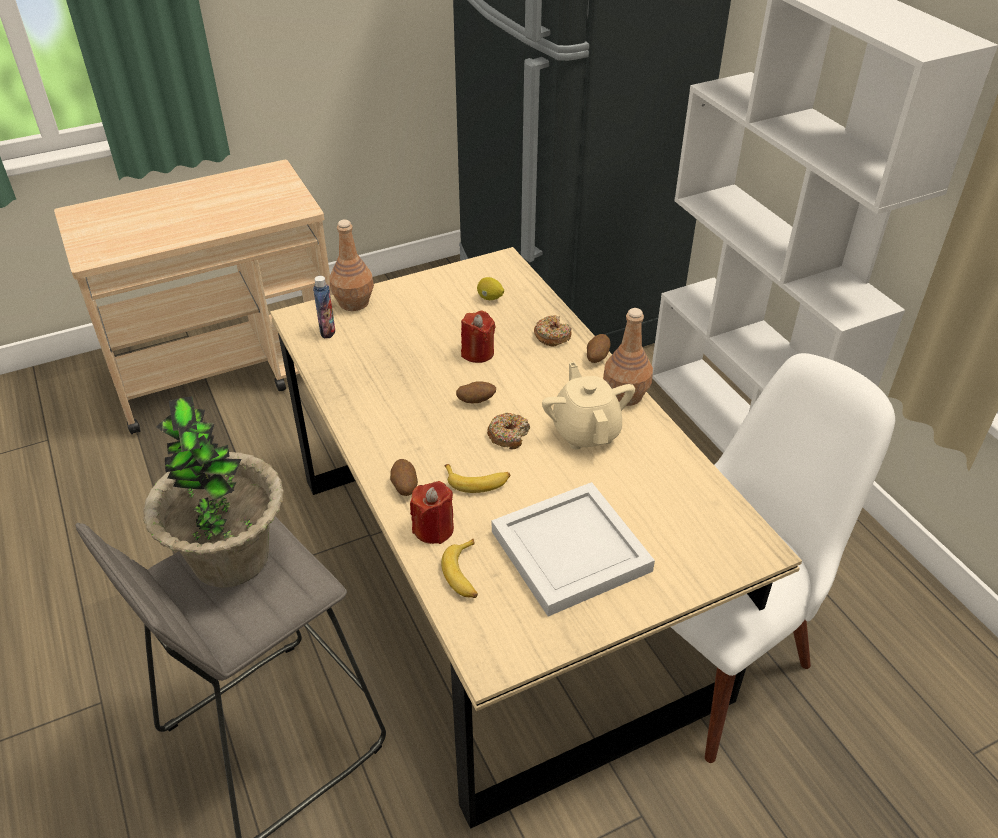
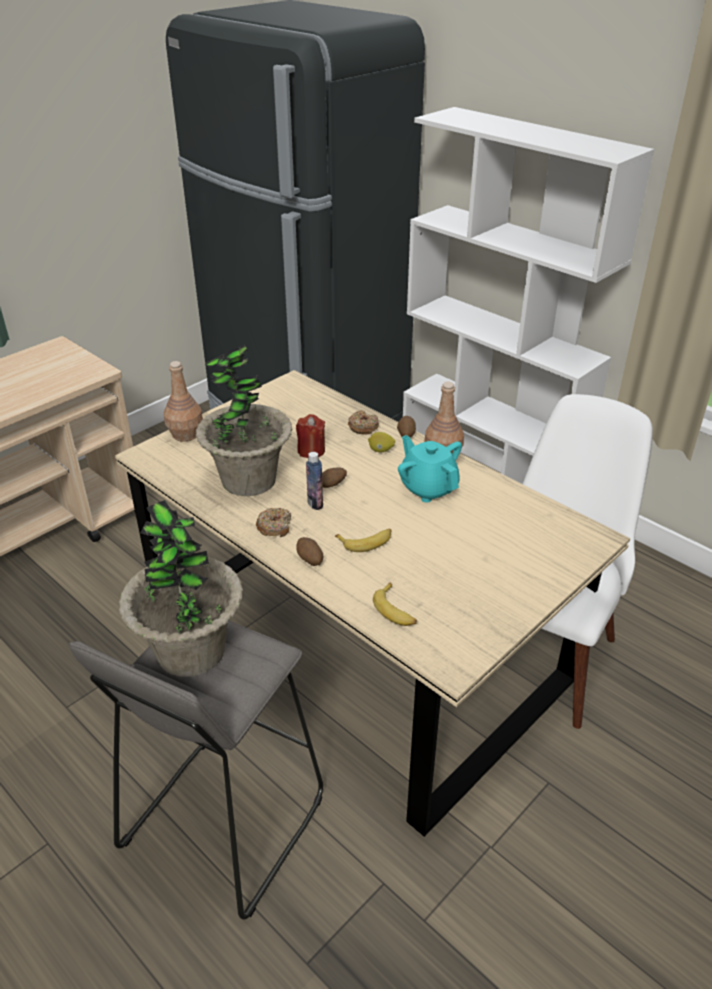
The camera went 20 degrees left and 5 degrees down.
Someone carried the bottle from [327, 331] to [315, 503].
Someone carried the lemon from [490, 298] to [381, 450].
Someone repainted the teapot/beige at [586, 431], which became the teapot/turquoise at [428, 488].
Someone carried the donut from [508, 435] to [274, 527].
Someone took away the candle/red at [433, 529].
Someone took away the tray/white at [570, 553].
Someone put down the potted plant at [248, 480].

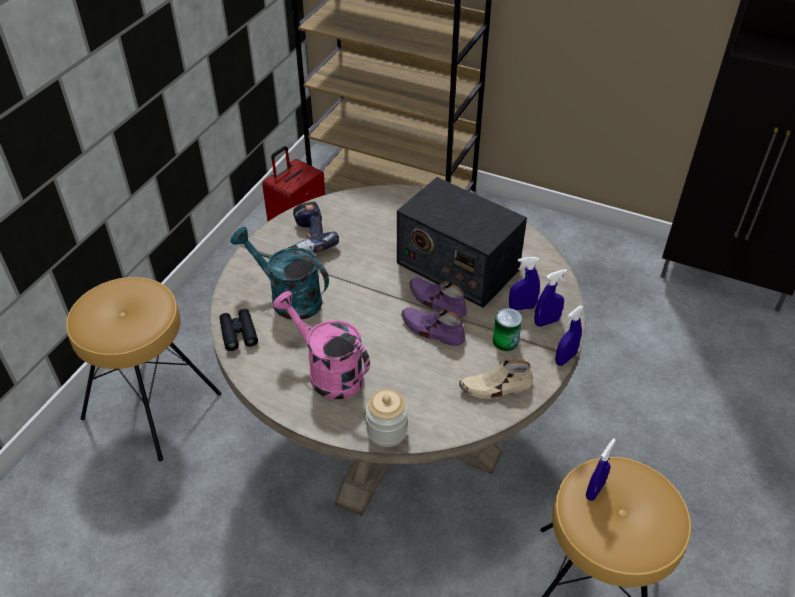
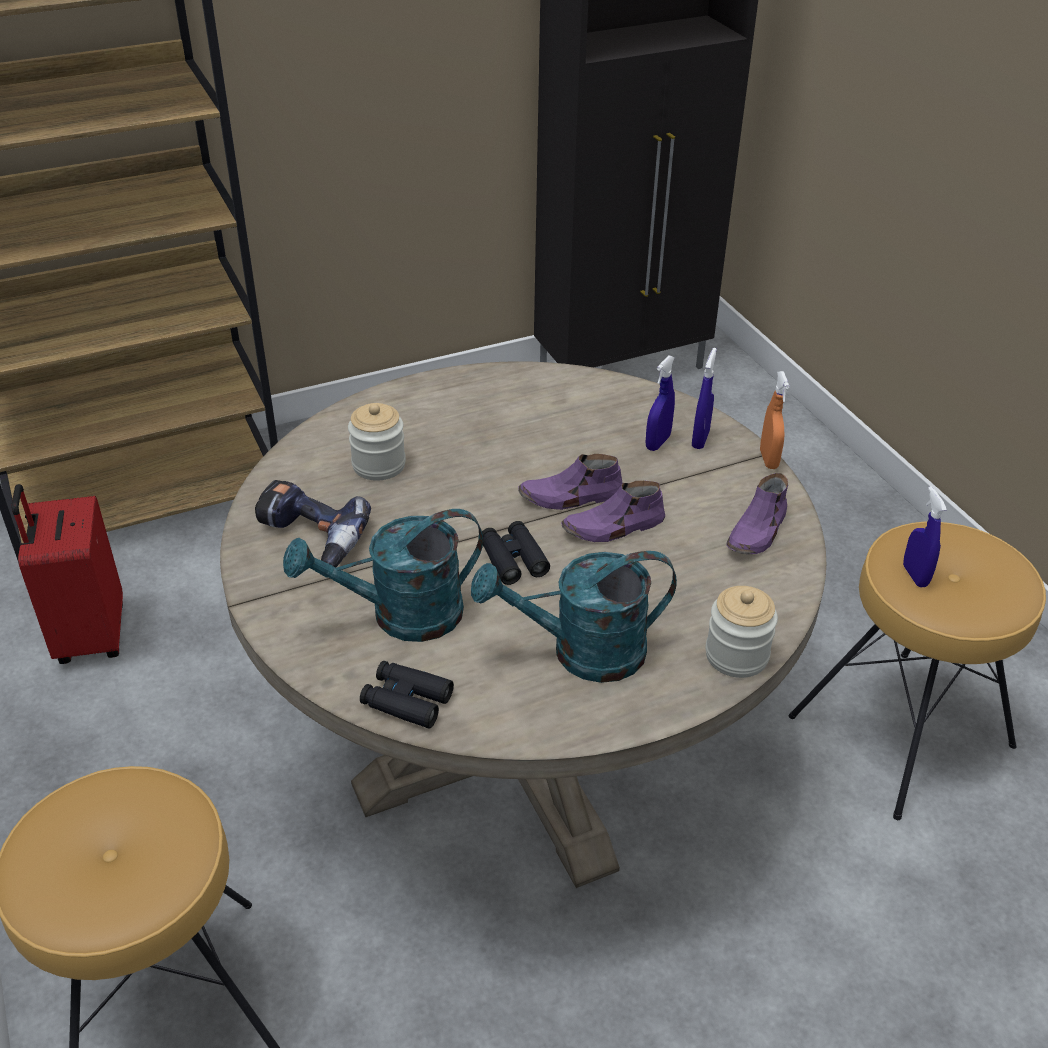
The camera went 50 degrees left and 5 degrees down.
Someone took away the radio at [457, 266].
Someone repainted the watering can/pink at [328, 372], which became the watering can/turquoise at [581, 653].
Someone repainted the spray bottle/blue at [565, 358], which became the spray bottle/orange at [768, 459].
Someone took away the can at [505, 341].
Someone repainted the shoe/beige at [496, 387], which became the shoe/purple at [758, 531].
Someone put down the jar at [379, 465].
Someone put down the binoculars/black at [513, 559].

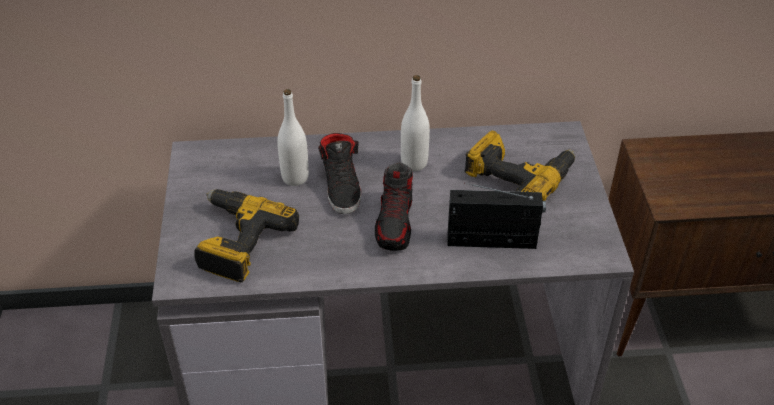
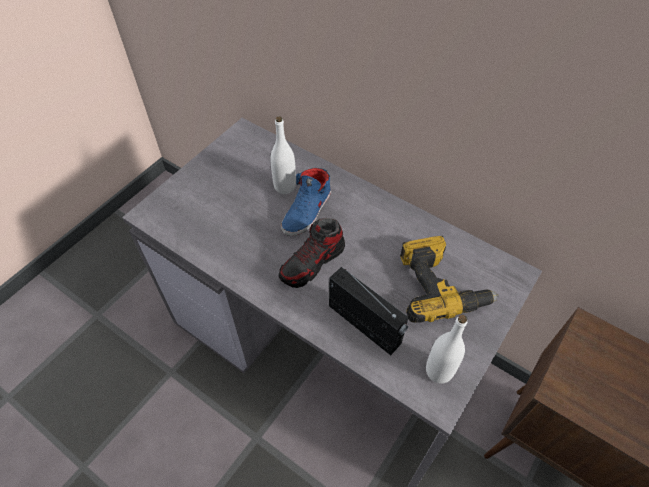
The camera went 40 degrees right and 10 degrees up.
Someone carried the bottle/white from [414, 163] to [439, 371].
Someone repainted the shoe/black at [342, 185], which became the shoe/blue at [307, 211].
Someone took away the power drill at [237, 242].

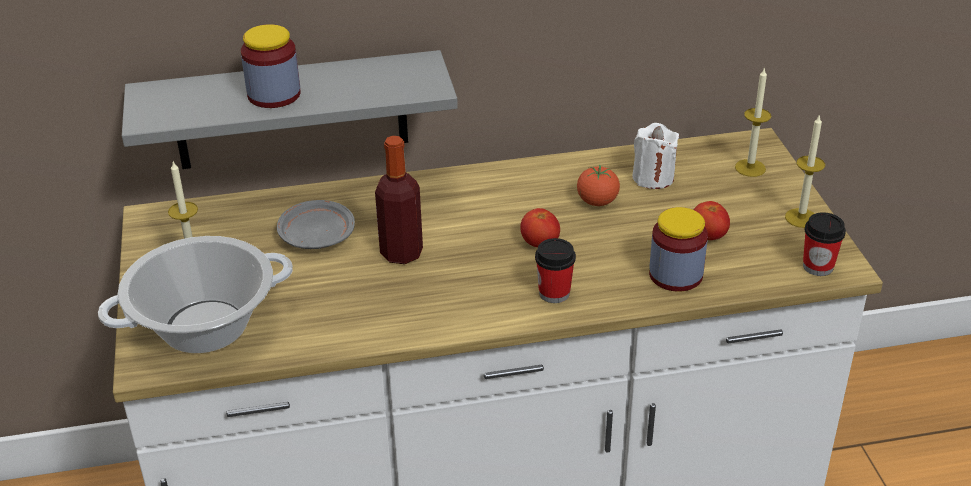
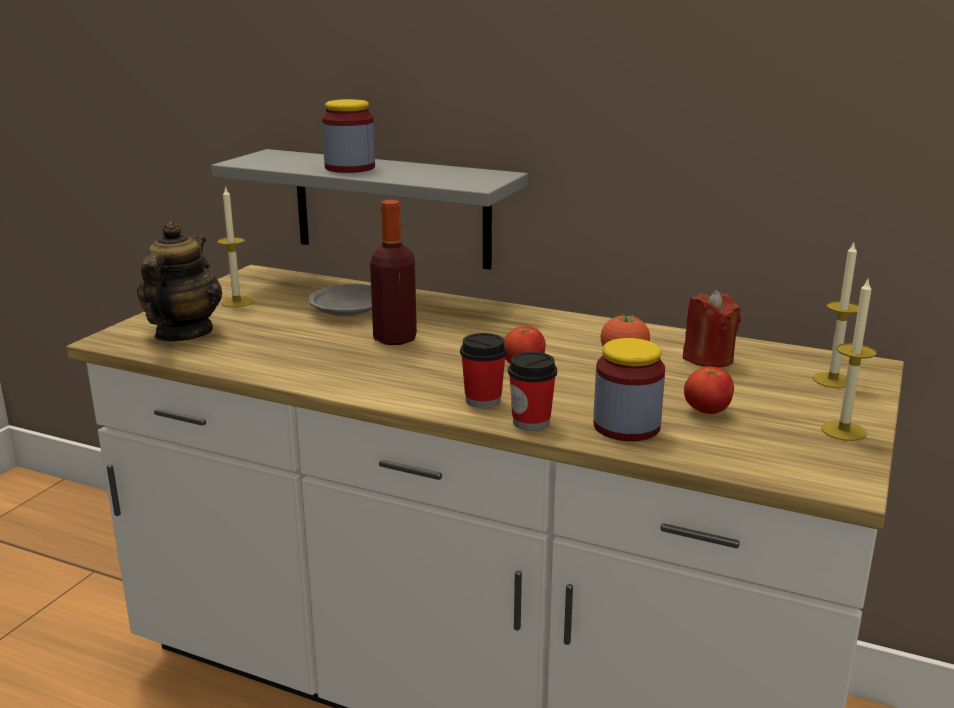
The camera went 35 degrees right and 15 degrees down.
Someone repainted the candle/white at [653, 178], which became the candle/red at [708, 358].
Someone carried the cup from [818, 266] to [531, 422].
Someone swapped the cooking pot at [205, 327] for the teapot at [183, 333].

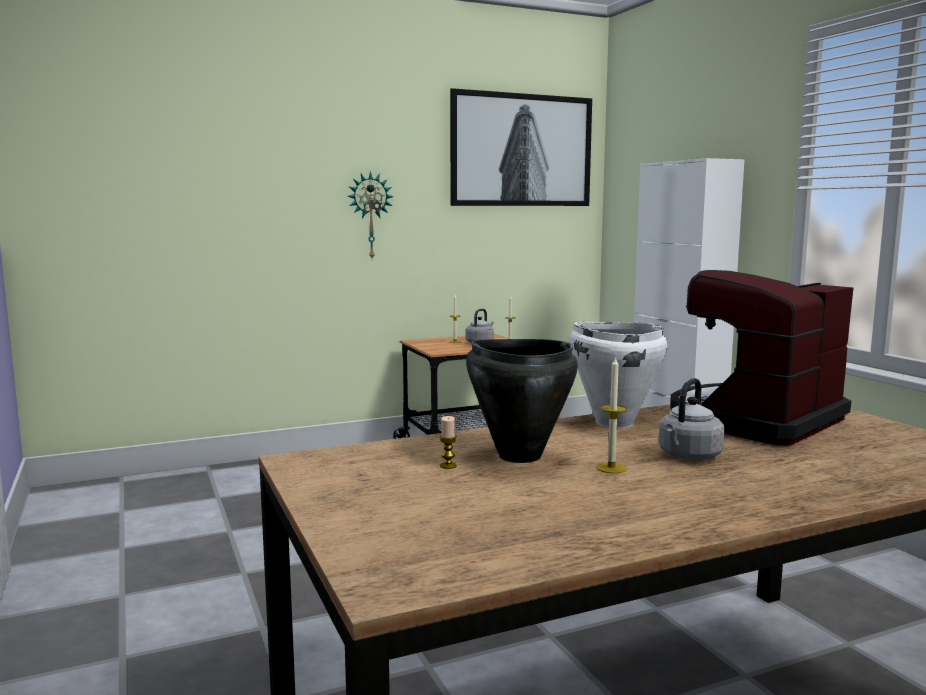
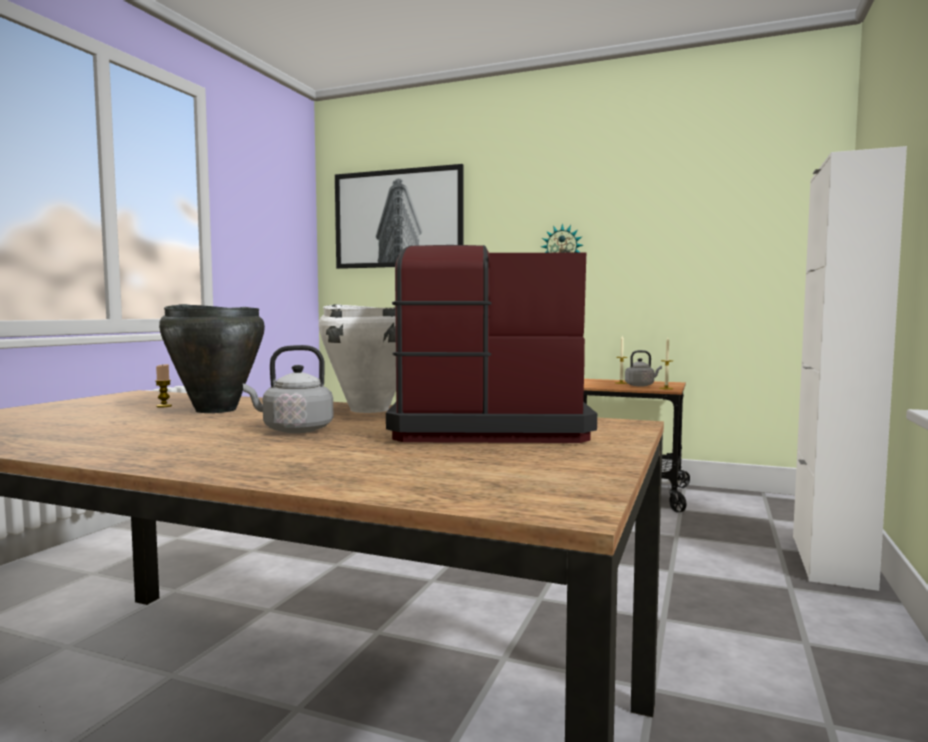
The camera went 45 degrees right and 5 degrees down.
Someone carried the picture from [521, 150] to [398, 219].
Someone took away the candle at [611, 468].

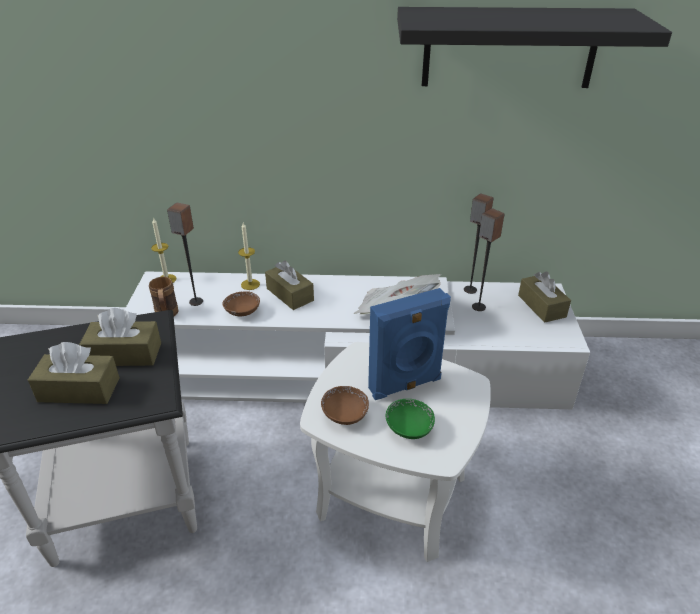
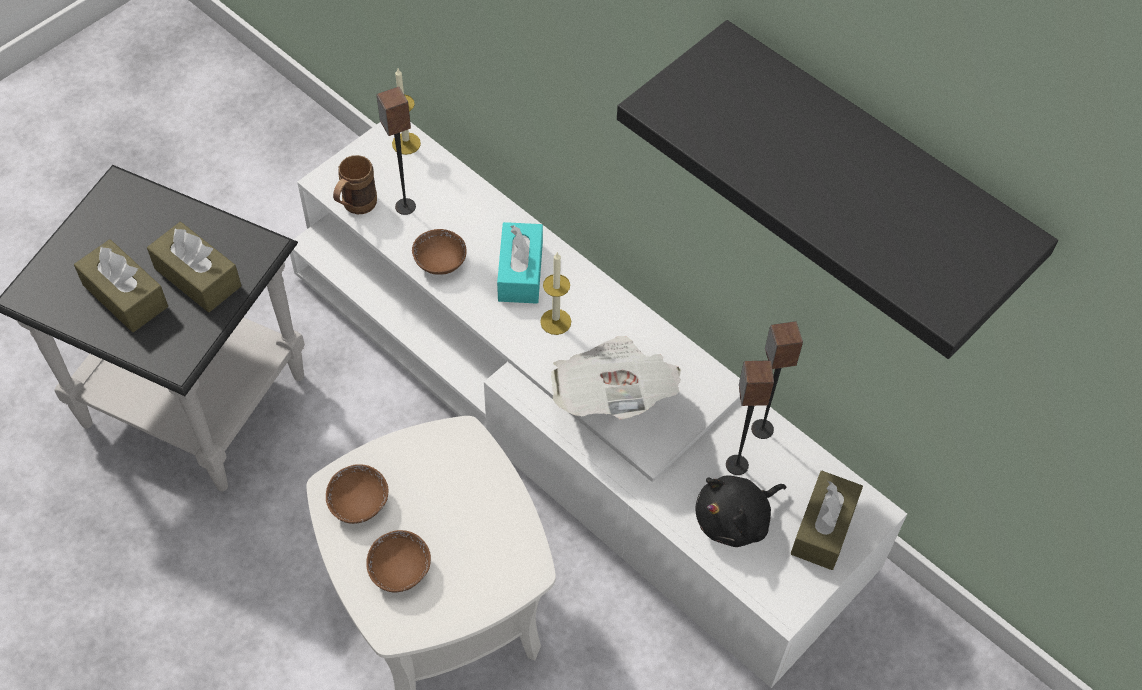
The camera went 40 degrees right and 20 degrees up.
Someone carried the candle from [250, 284] to [555, 322].
Someone repainted the tissue box/brown at [290, 294], which became the tissue box/turquoise at [520, 272].
Someone took away the speaker/blue at [405, 385].
Someone repainted the bowl/green at [409, 428], which became the bowl/brown at [400, 570].
Someone put down the plush toy/black at [735, 519].

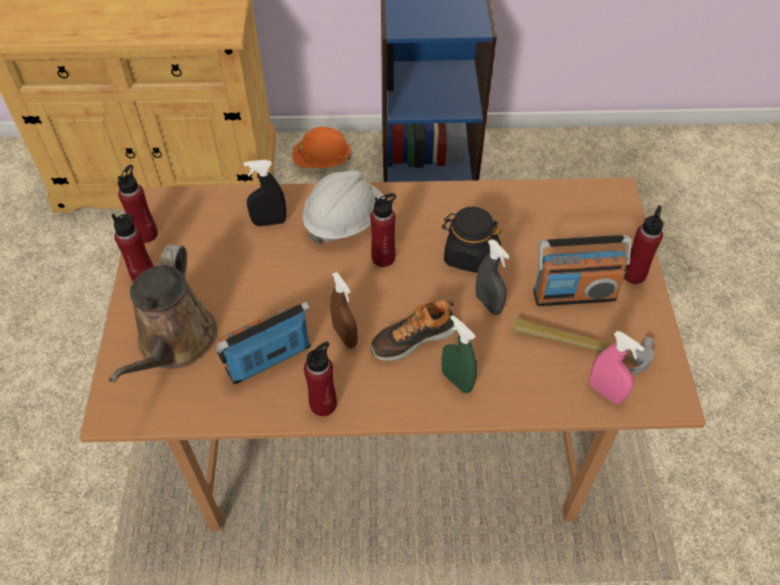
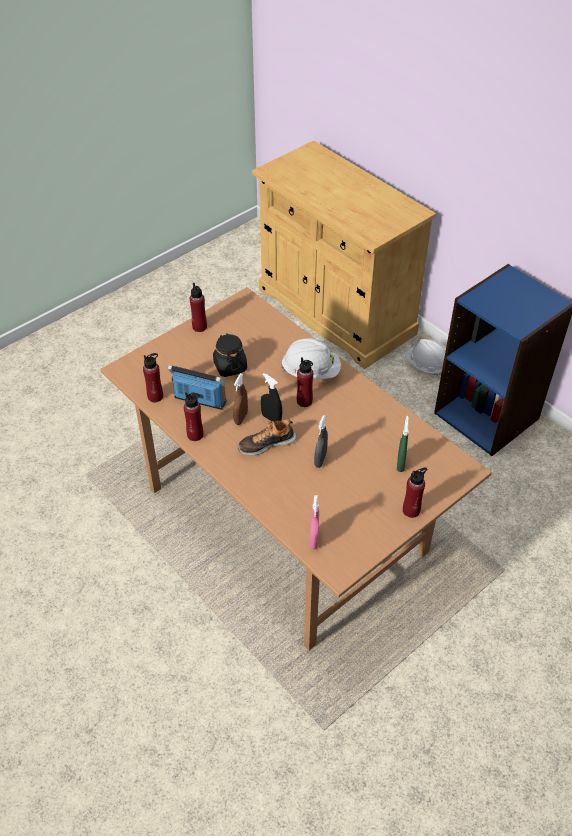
The camera went 50 degrees right and 5 degrees down.
Someone repainted the hard hat/orange at [322, 161], which became the hard hat/white at [426, 366].
Someone carried the spray bottle/black from [269, 222] to [271, 418].
Someone carried the bottle/red from [146, 234] to [155, 396].
Someone carried the jar/black from [468, 255] to [230, 366].
Someone took away the radio at [574, 294].
Someone took away the watering can/brown at [175, 343].
Someone rotated the shoe at [413, 338] by 45 degrees counterclockwise.
Someone carried the spray bottle/green from [456, 380] to [400, 463].
Someone took away the hammer at [581, 344].

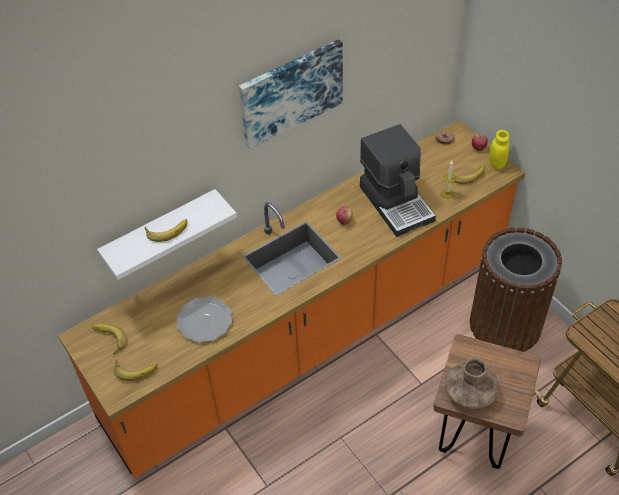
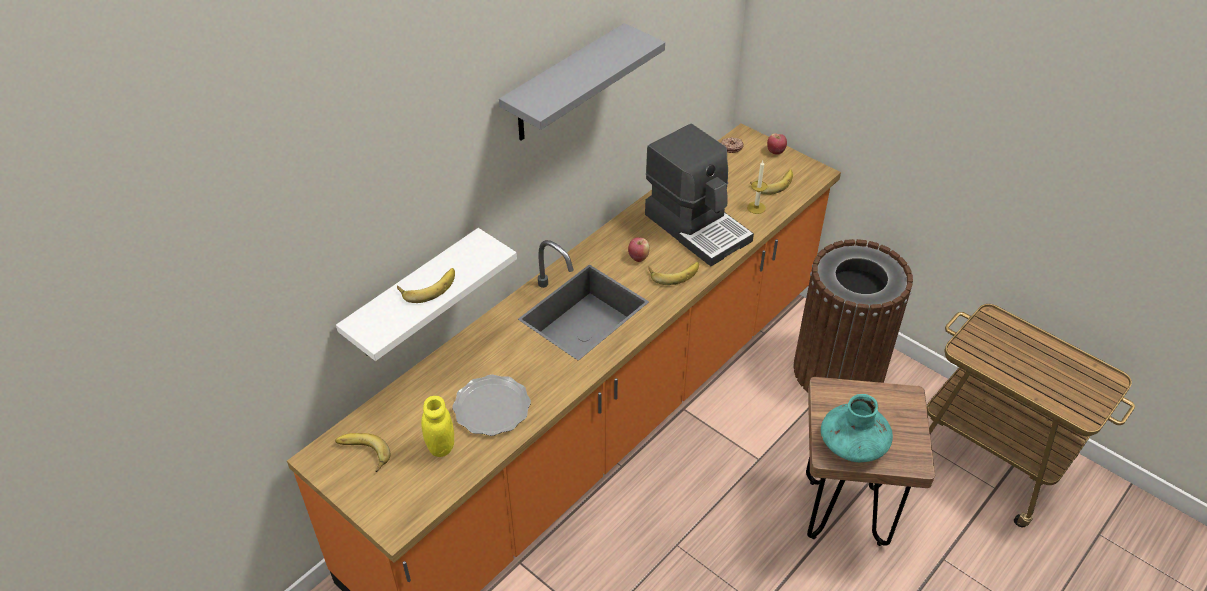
The camera went 15 degrees left and 5 degrees down.
Someone swapped the picture at [291, 92] for the shelf/grey at [565, 85].
Someone carried the jar/yellow from [497, 164] to [441, 446].
Someone repainted the vase/brown at [470, 392], which became the vase/turquoise at [853, 444].
Someone carried the banana from [135, 368] to [673, 273].

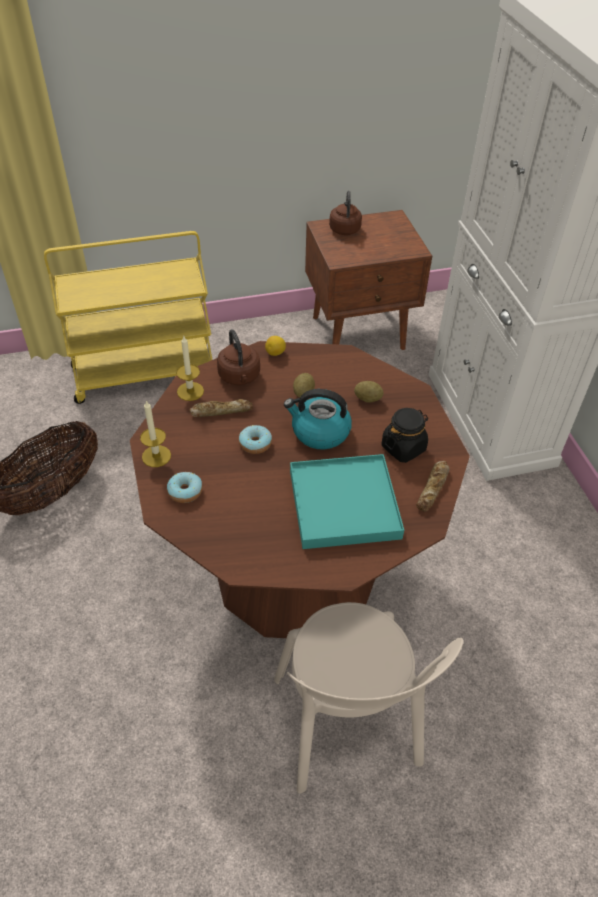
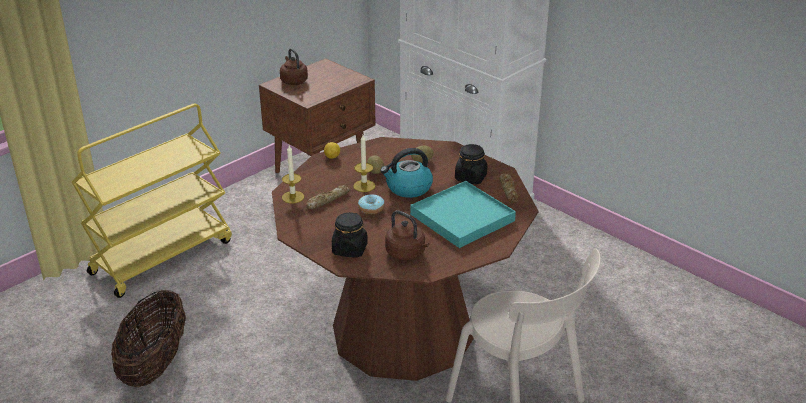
The camera went 30 degrees left and 15 degrees down.
Someone carried the kettle/brown from [240, 377] to [407, 254].
Someone carried the candle from [156, 456] to [364, 186].
Someone swapped the donut at [185, 491] for the jar/black at [350, 249].

